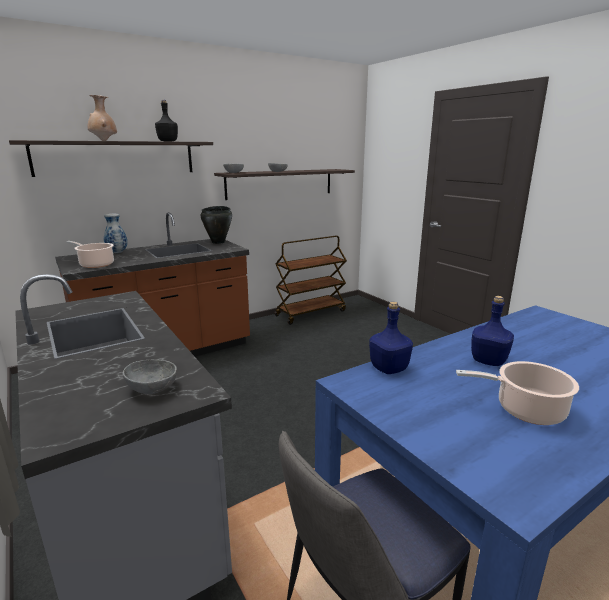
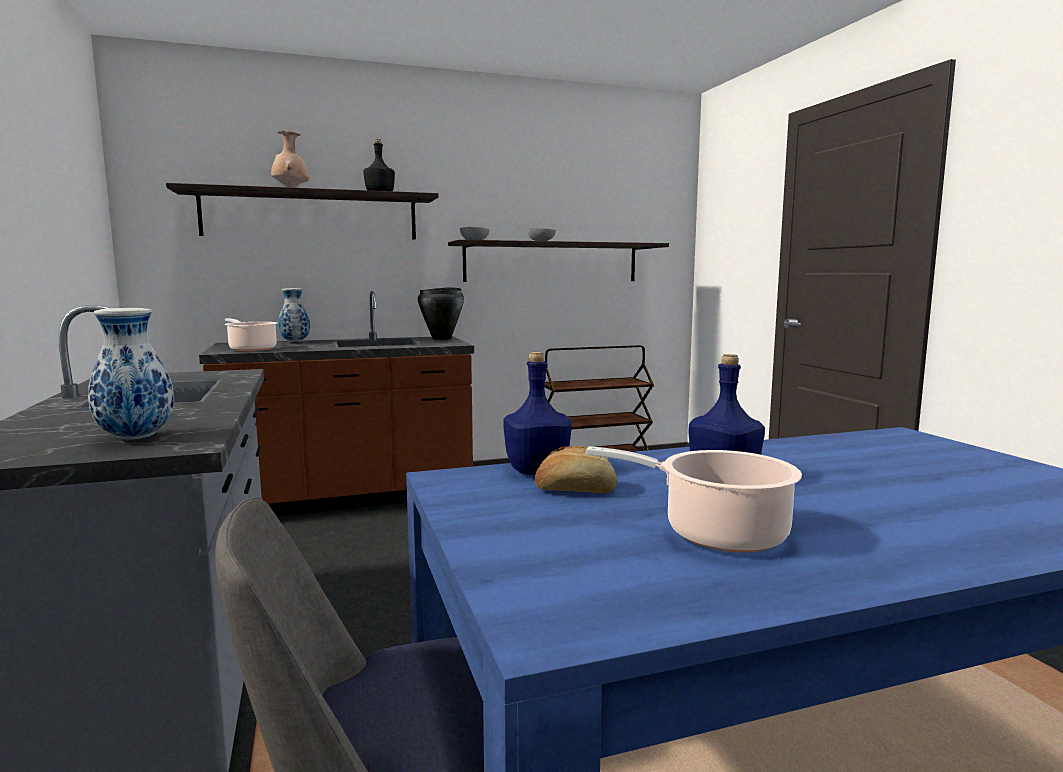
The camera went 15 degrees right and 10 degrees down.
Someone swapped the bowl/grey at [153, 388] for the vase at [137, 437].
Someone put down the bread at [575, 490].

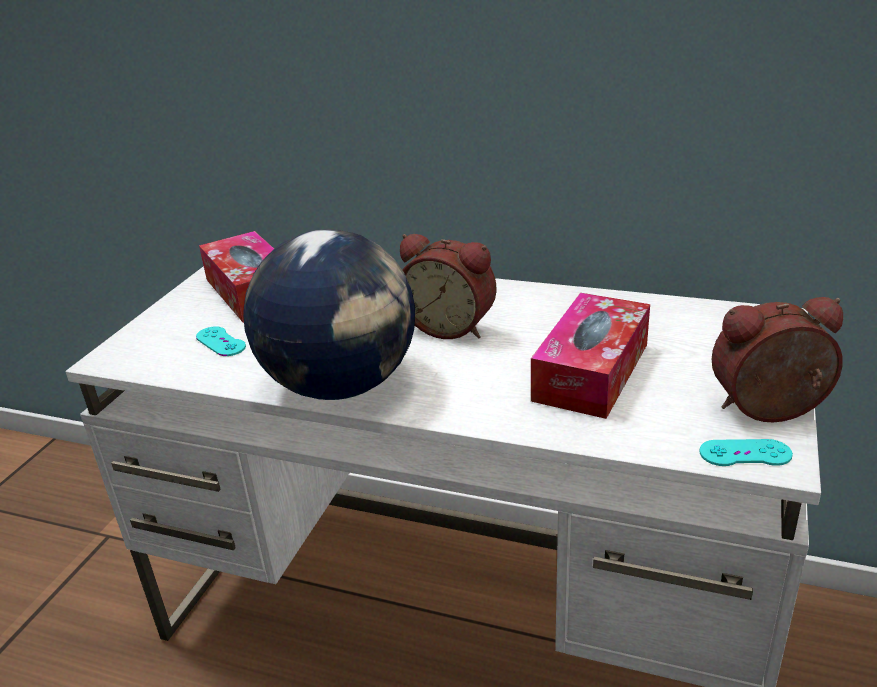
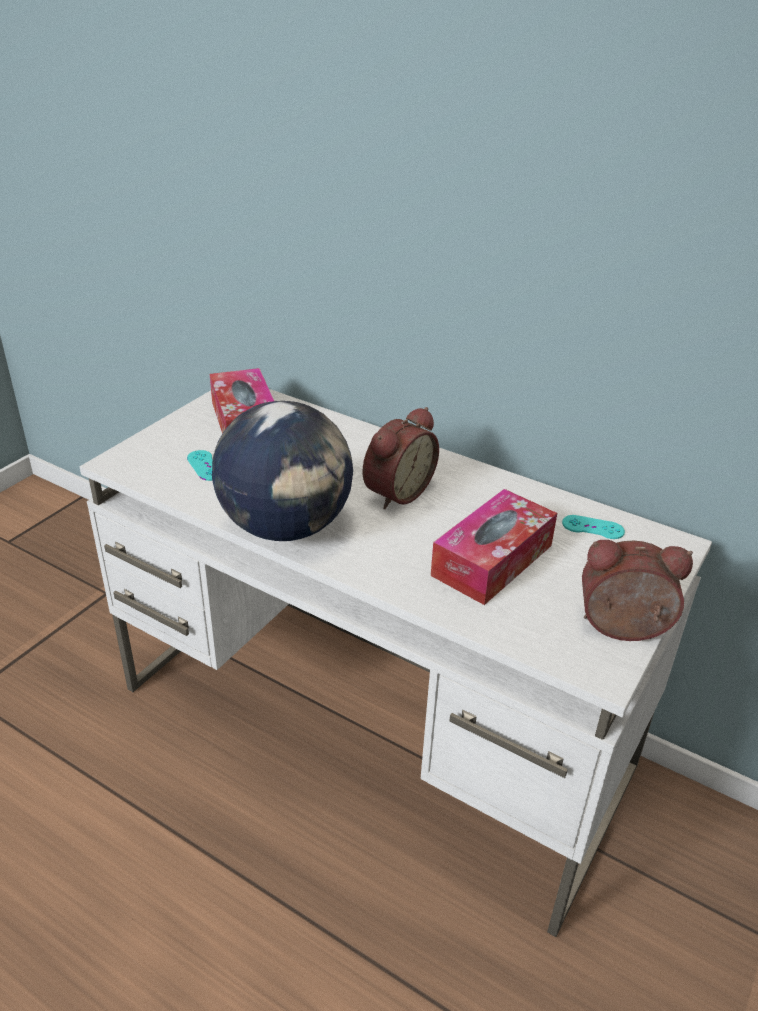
The camera went 10 degrees right and 5 degrees up.
Someone rotated the alarm clock at [451, 326] by 90 degrees counterclockwise.
Someone carried the game controller/turquoise from [745, 453] to [593, 527].

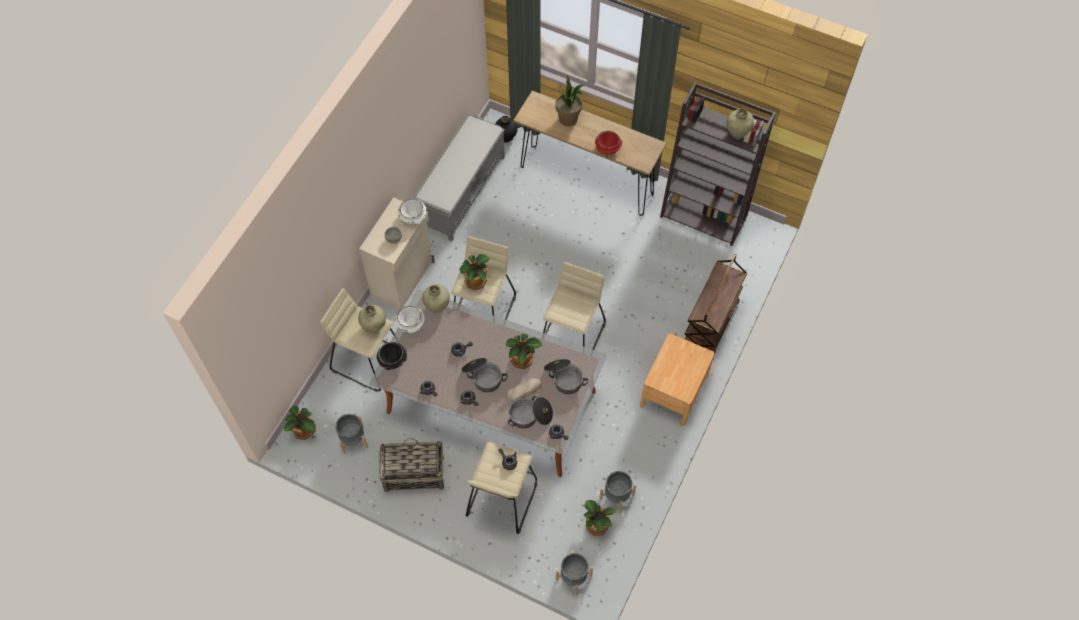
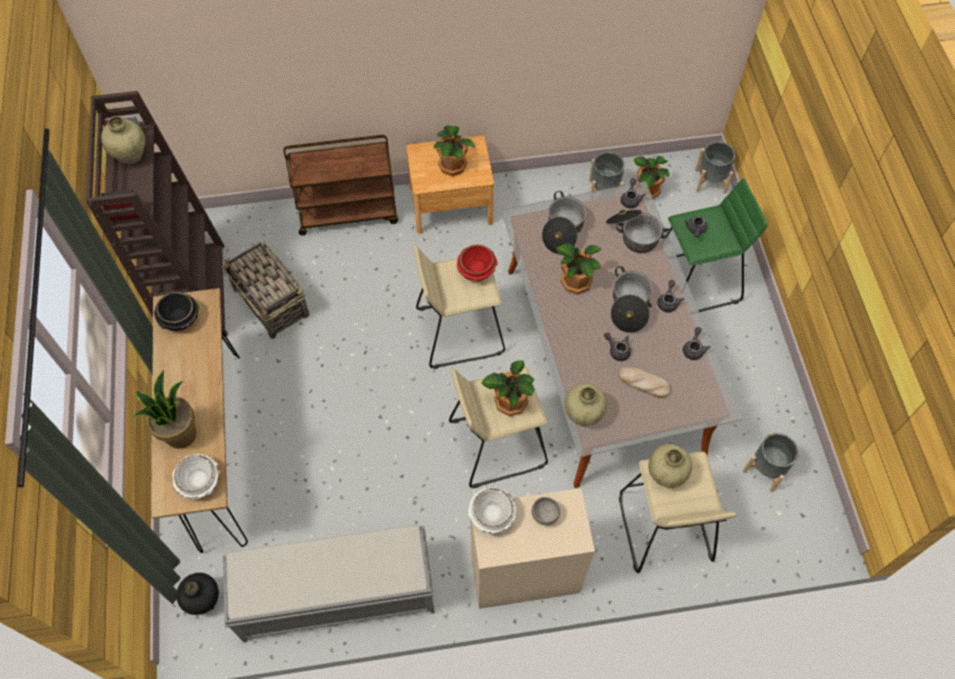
The camera went 125 degrees left and 0 degrees up.
Someone carried the bowl/red from [607, 149] to [477, 270].
Someone carried the bowl/white from [411, 324] to [200, 482].
Someone carried the bowl/black from [393, 360] to [180, 319].
Someone carried the bread from [524, 390] to [643, 383].
Someone carried the potted plant from [304, 431] to [453, 165].
Someone carried the basket from [413, 473] to [272, 303].
Someone repainted the stool/beige at [501, 498], which became the stool/green at [694, 282].

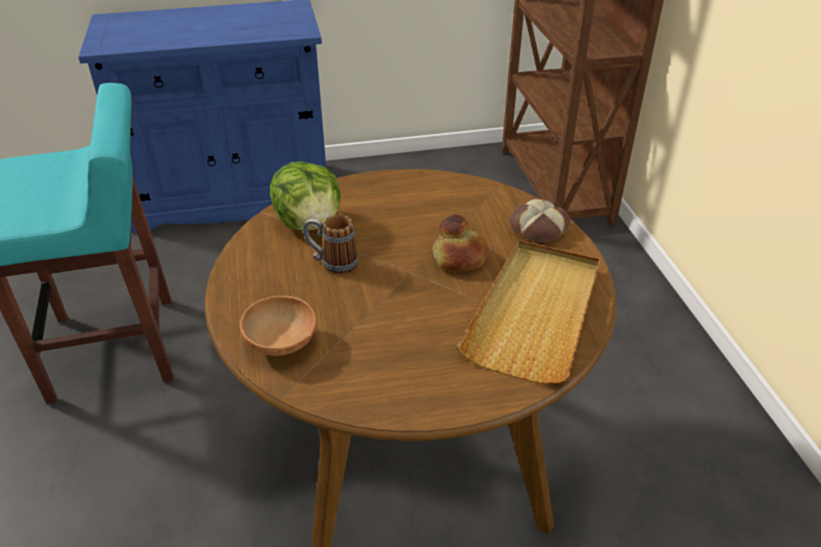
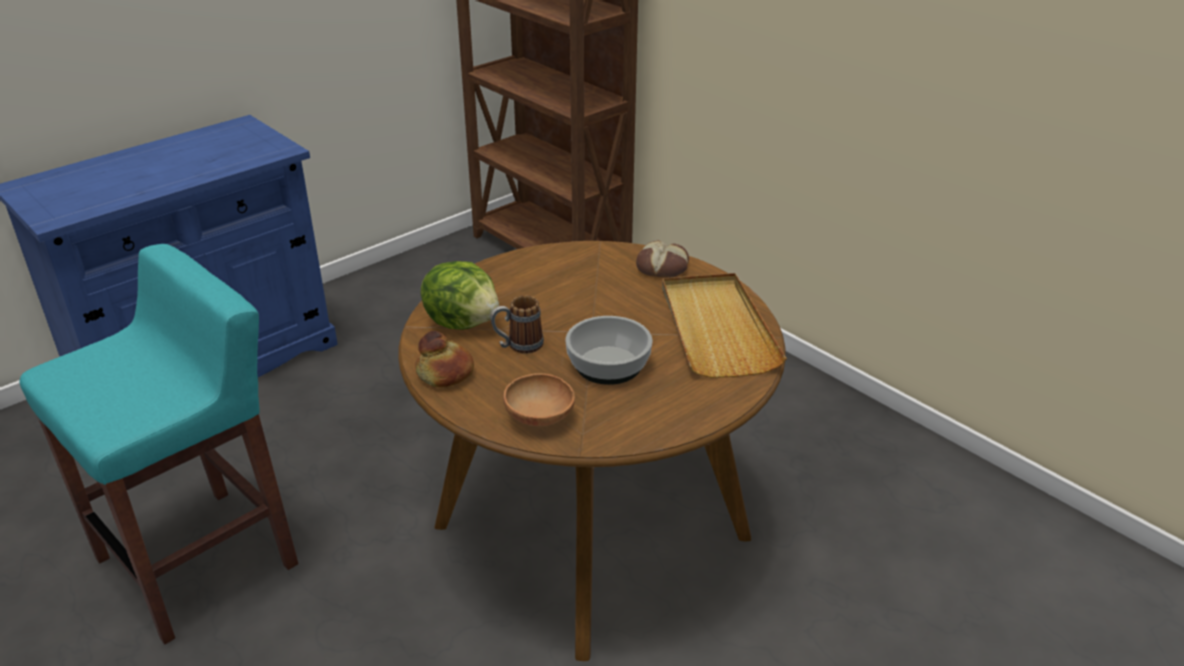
The camera went 30 degrees left and 5 degrees down.
Someone carried the bread from [459, 258] to [444, 373].
Someone put down the bowl at [607, 364].

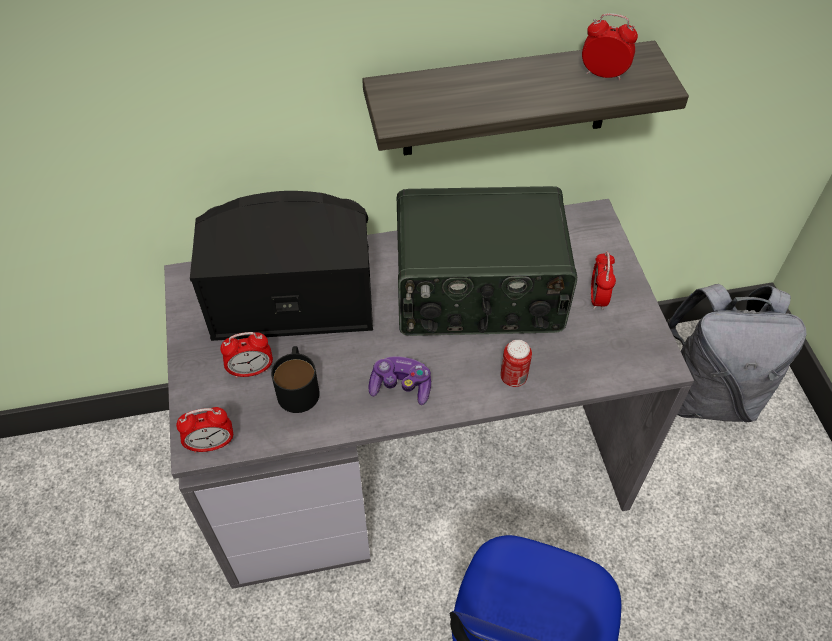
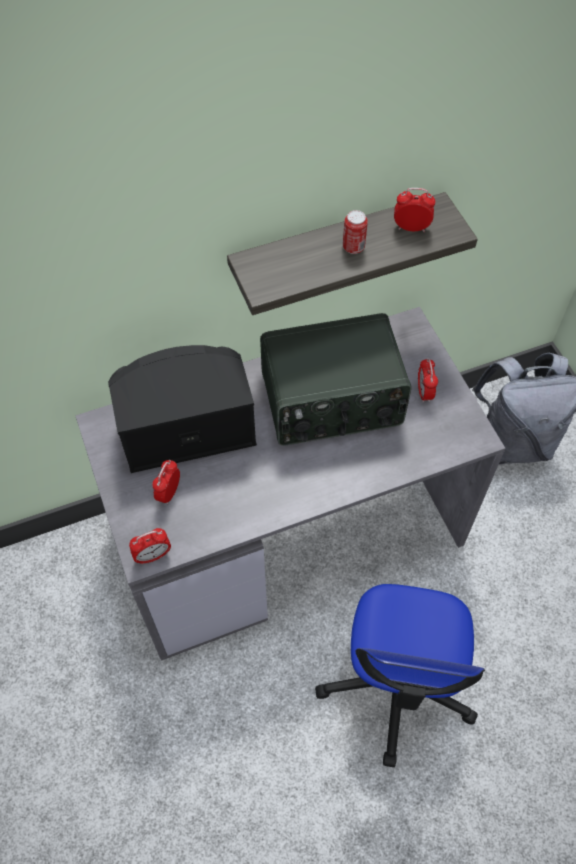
The camera went 10 degrees left and 5 degrees up.
Someone rotated the alarm clock at [251, 370] by 135 degrees clockwise.
Someone carried the can from [513, 377] to [353, 247].
Someone took away the mug/black at [298, 386].
Someone took away the game controller at [401, 386].

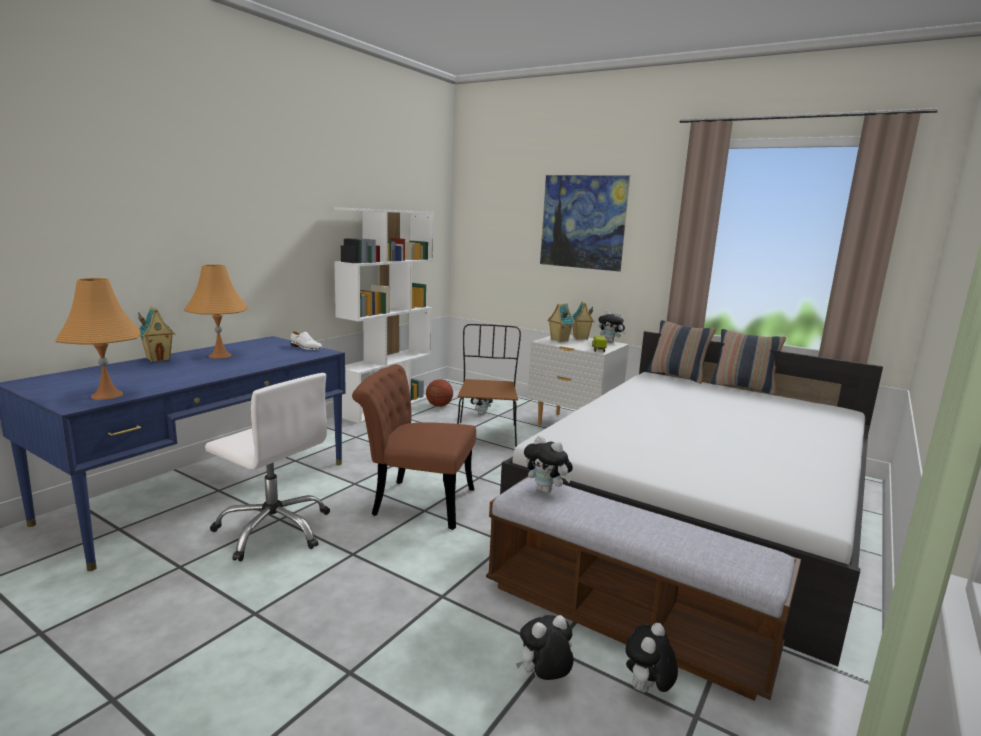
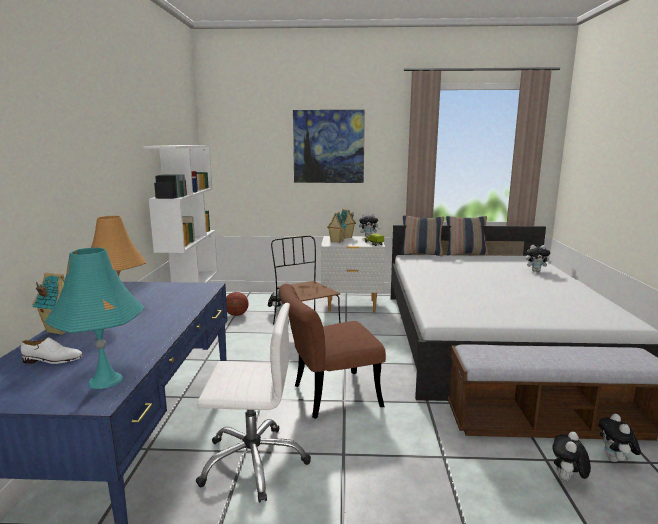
The camera went 30 degrees left and 0 degrees up.
Someone repainted the table lamp/orange at [107, 395], which became the table lamp/turquoise at [105, 380].
Someone carried the shoe/white from [306, 347] to [53, 360].
Someone carried the plush toy from [547, 490] to [536, 271].

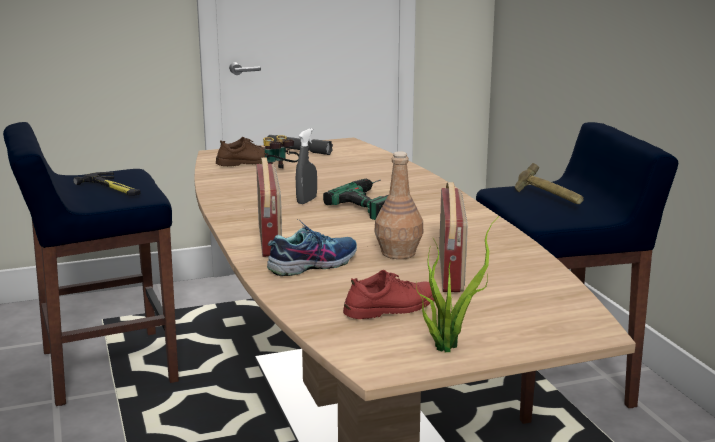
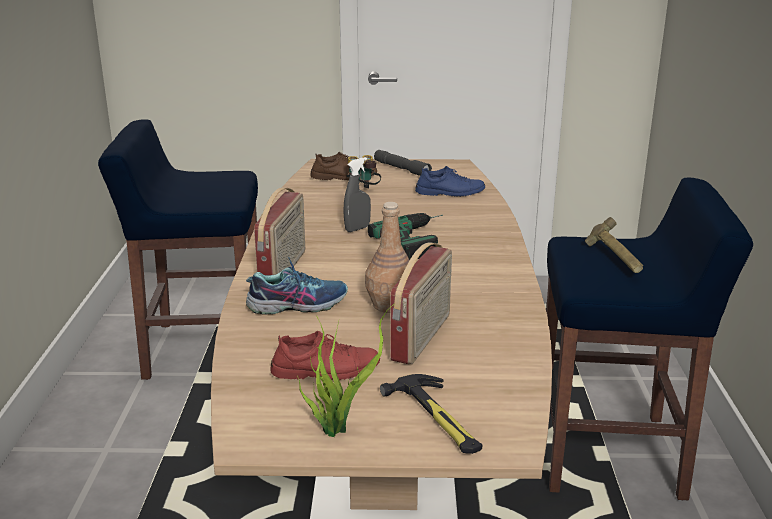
The camera went 20 degrees right and 5 degrees up.
Someone carried the hammer from [112, 188] to [438, 418].
Someone put down the shoe/blue at [450, 192].

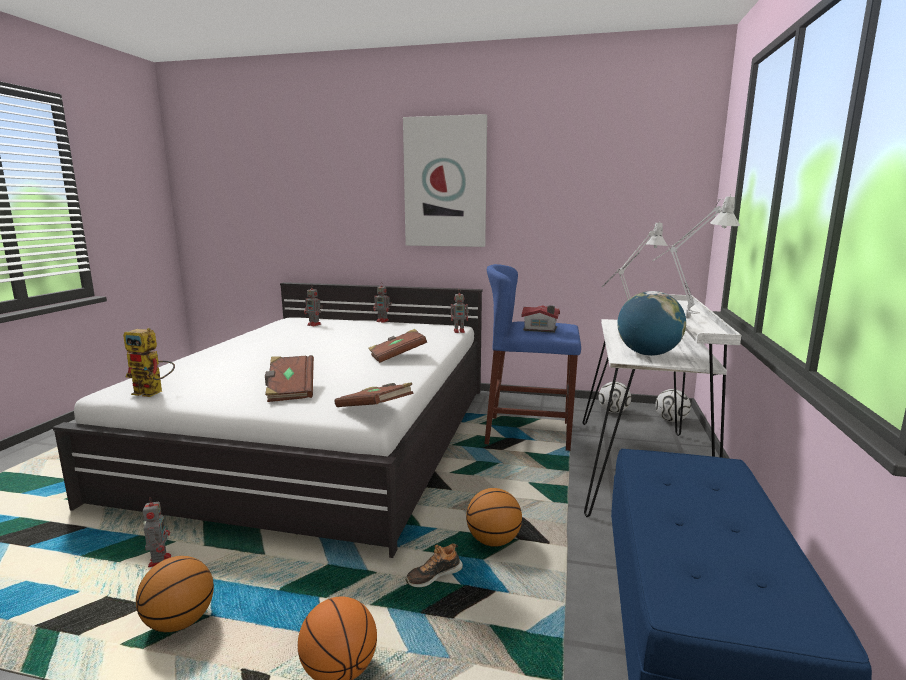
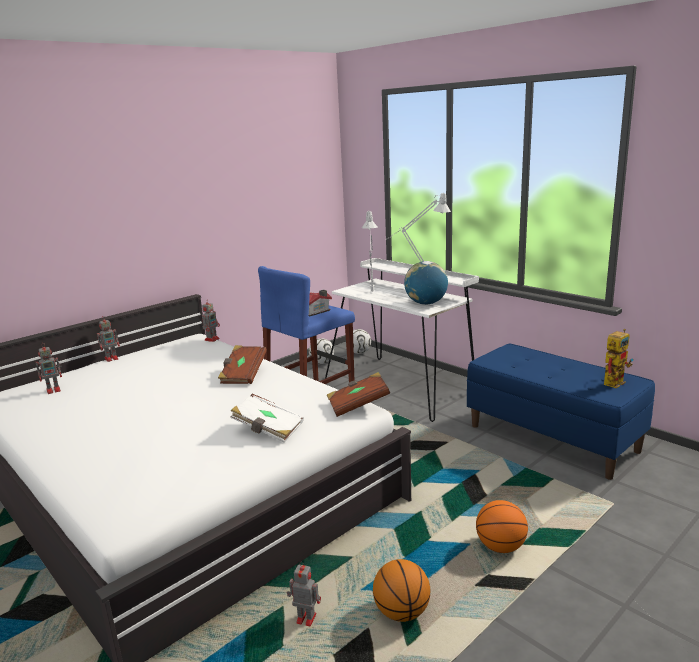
The camera went 55 degrees left and 5 degrees up.
Someone took away the picture at [445, 183].
Someone carried the toy robot from [154, 392] to [614, 381].
Someone repainted the book/brown at [290, 390], which became the book/white at [268, 430].
Someone took away the basketball at [493, 541].
Someone took away the shoe at [433, 575].

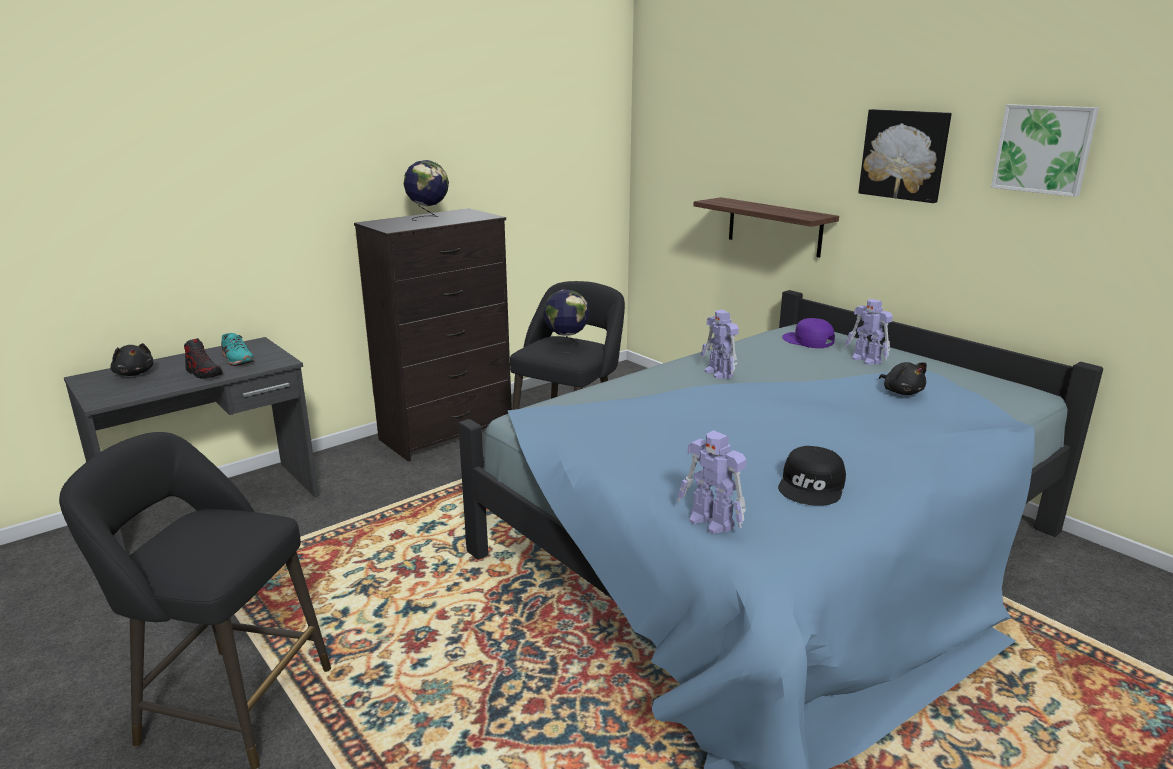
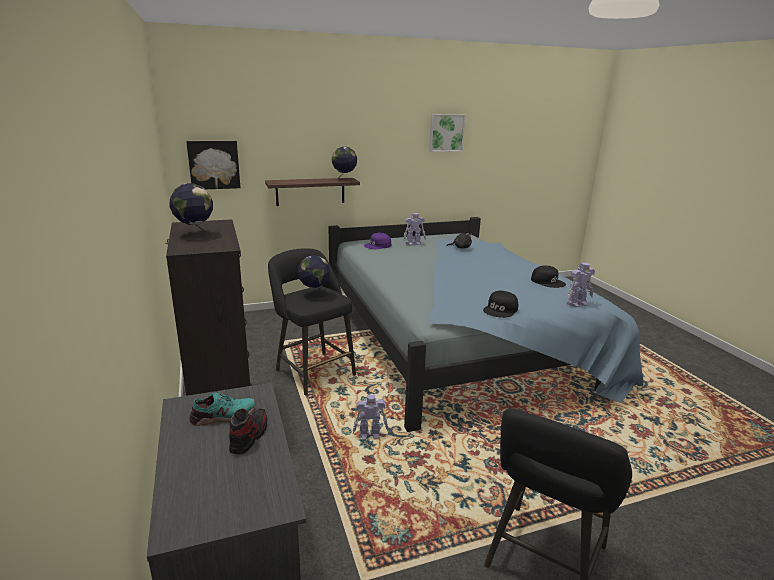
The camera went 70 degrees left and 0 degrees up.
Someone carried the picture from [905, 155] to [214, 164].
Someone carried the toy robot from [719, 373] to [370, 435].
Someone rotated the shoe at [204, 373] by 45 degrees counterclockwise.
Someone took away the plush toy/black at [134, 373].
Someone put down the globe at [344, 179].
Someone put down the cap/black at [501, 310].

